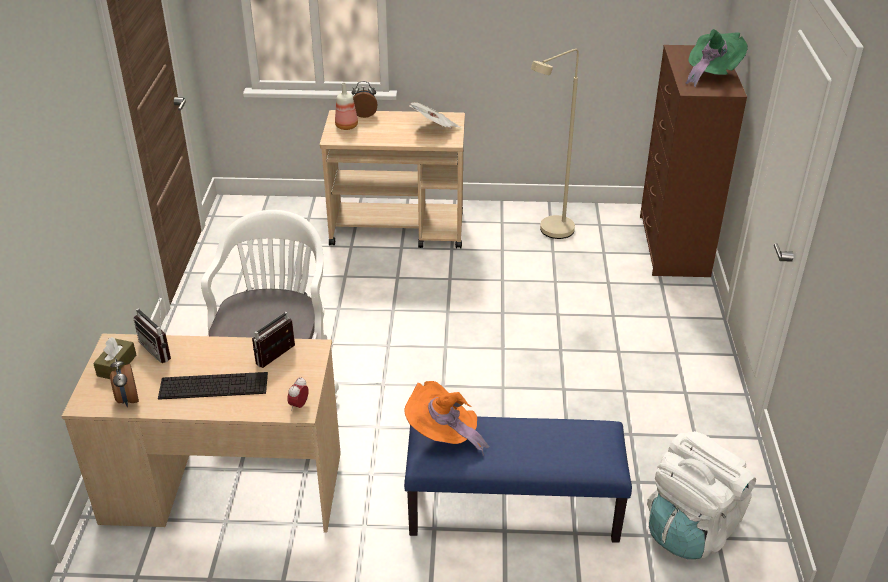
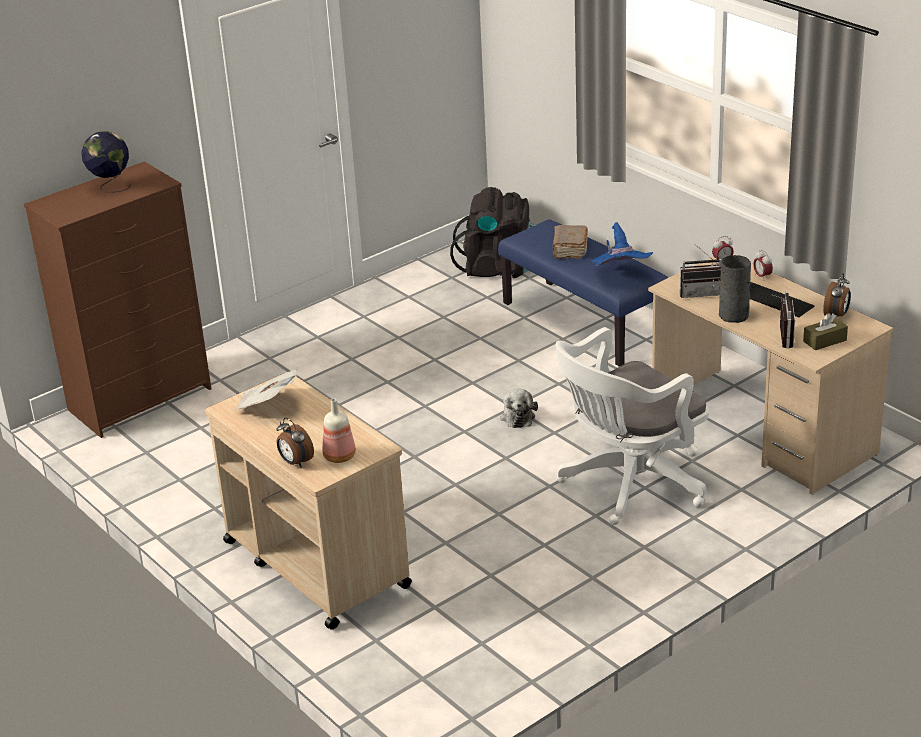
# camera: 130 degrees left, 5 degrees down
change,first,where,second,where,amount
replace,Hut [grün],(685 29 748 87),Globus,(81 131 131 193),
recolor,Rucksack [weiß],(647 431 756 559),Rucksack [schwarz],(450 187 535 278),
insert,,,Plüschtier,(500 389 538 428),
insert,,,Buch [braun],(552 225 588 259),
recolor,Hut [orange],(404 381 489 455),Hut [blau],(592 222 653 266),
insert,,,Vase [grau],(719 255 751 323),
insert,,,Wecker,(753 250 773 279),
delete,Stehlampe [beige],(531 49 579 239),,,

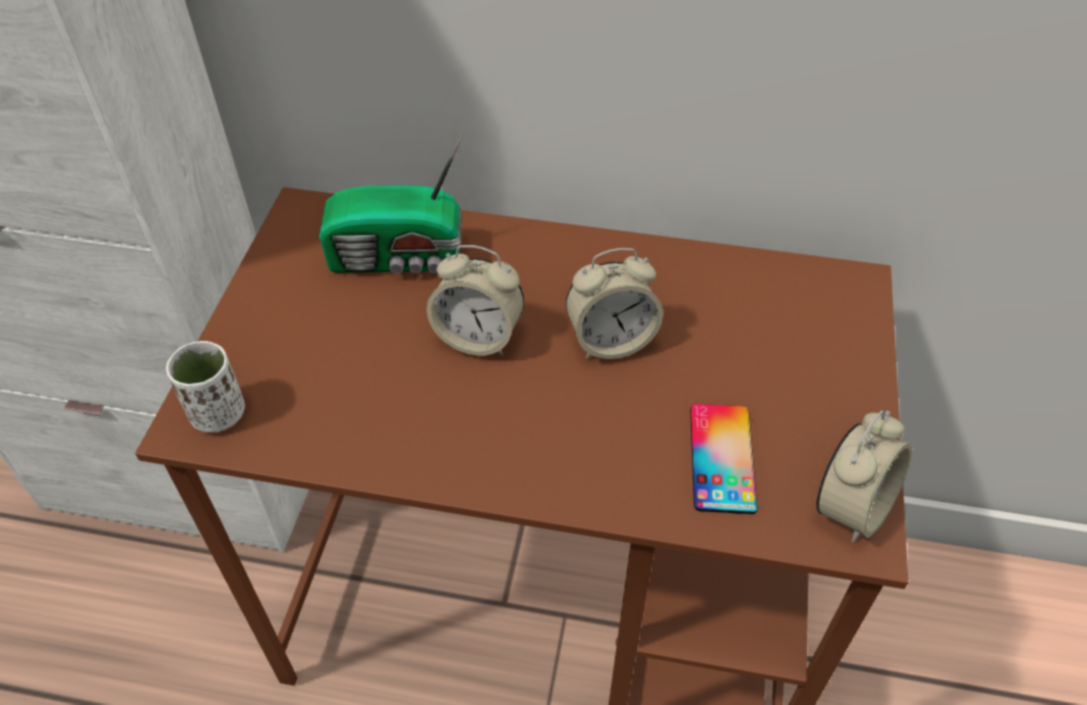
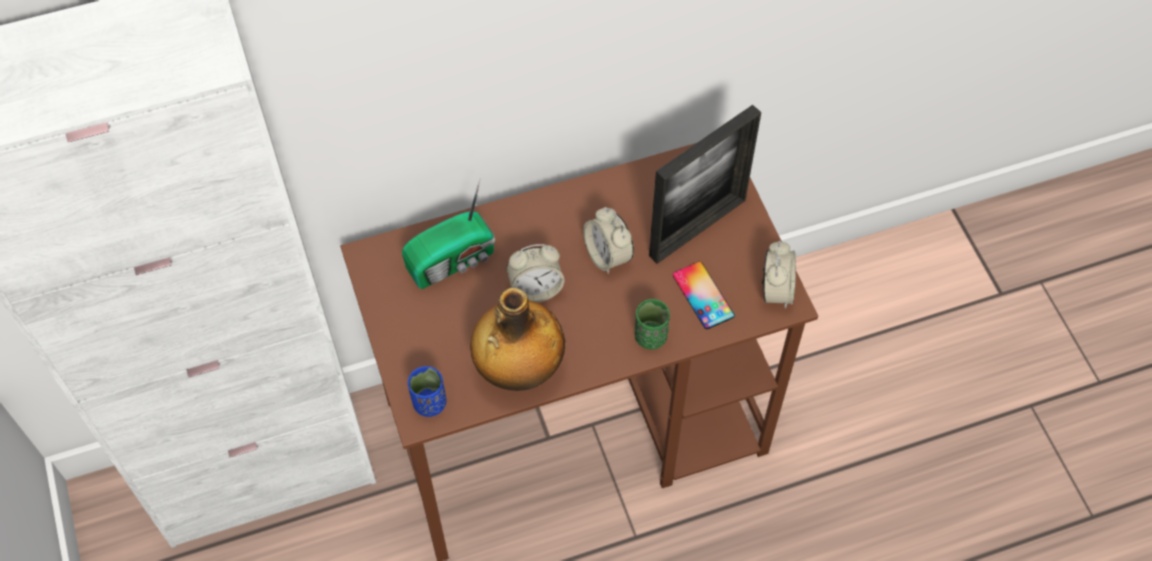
# camera: 30 degrees left, 10 degrees up
change,first,where,second,where,amount
recolor,Tasse [weiß],(166 341 245 433),Tasse [blau],(408 366 446 417),
insert,,,Flasche,(470 288 565 391),
rotate,Wecker,(565 248 663 359),,(583 207 634 274),105 degrees clockwise
insert,,,Tasse [grün],(635 299 670 349),
insert,,,Bilderrahmen,(649 105 761 264),

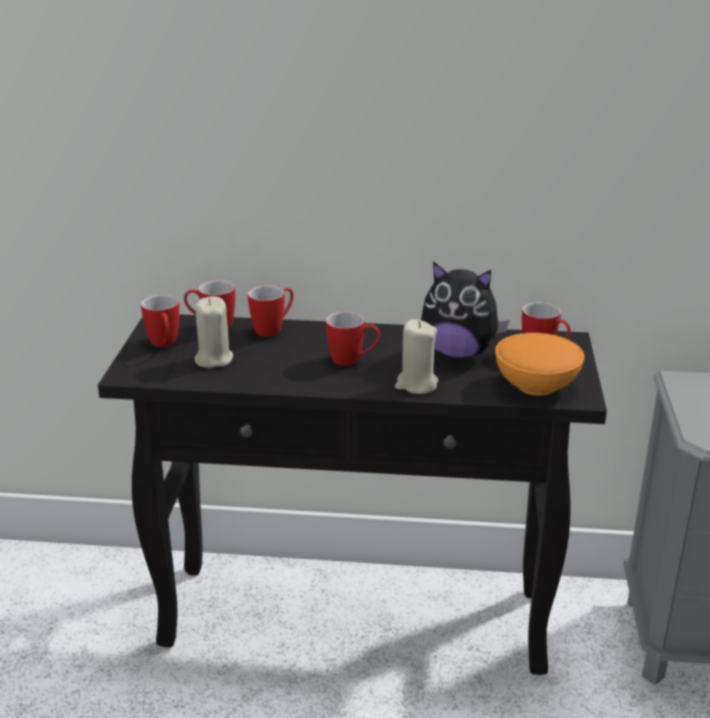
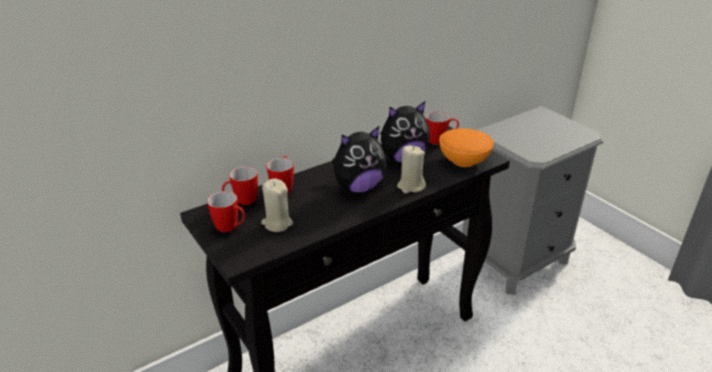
# camera: 40 degrees left, 5 degrees up
change,first,where,second,where,amount
replace,Henkelbecher,(326 311 380 366),Plüschtier,(332 126 386 193),

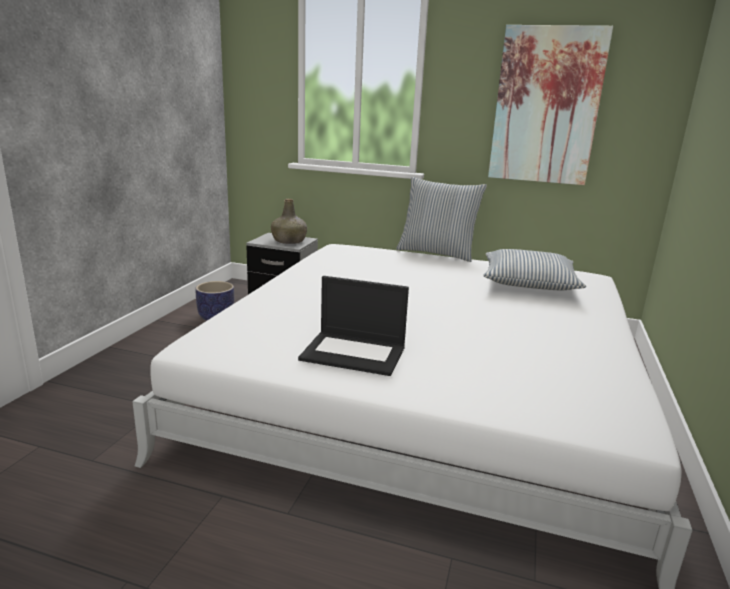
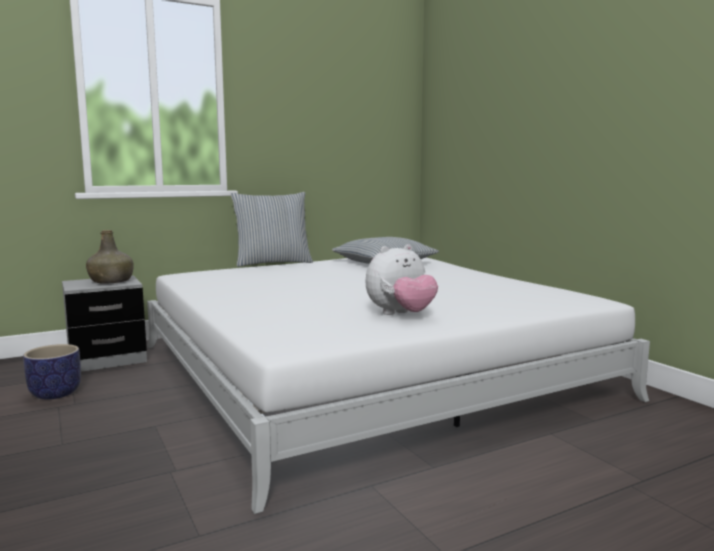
# camera: 45 degrees left, 10 degrees down
change,first,where,second,where,amount
replace,Laptop,(298 276 409 376),Plüschtier,(366 244 438 315),
delete,Bild,(488 25 613 185),,,

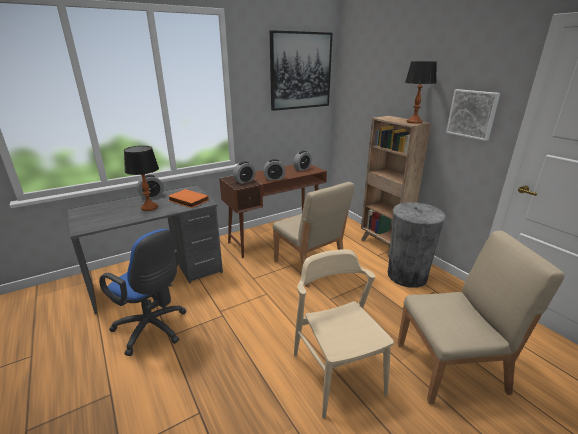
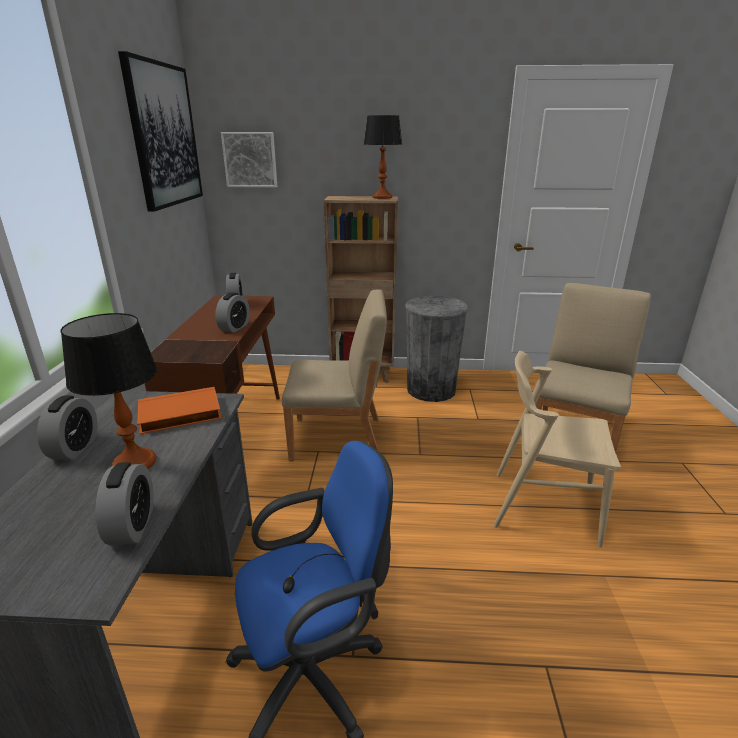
# camera: 55 degrees left, 0 degrees up
change,first,where,second,where,amount
move,Wecker,(233 161 255 184),,(95 462 154 545),
move,Bild,(446 89 500 141),,(221 132 278 187),

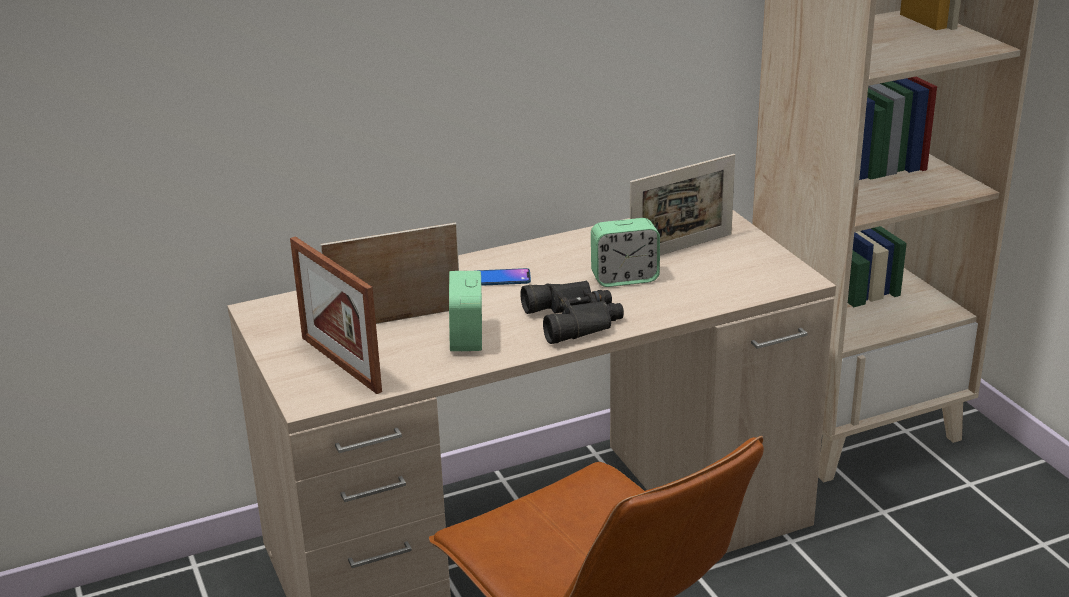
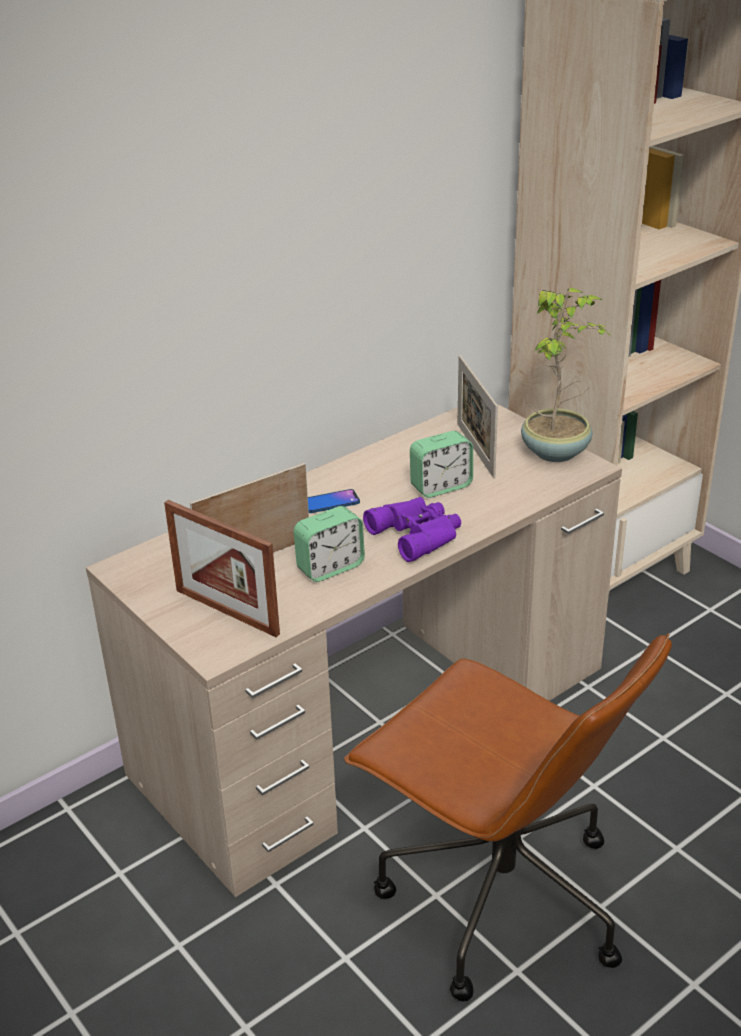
# camera: 15 degrees left, 5 degrees up
change,first,where,second,where,amount
rotate,Wecker,(449 271 482 351),,(293 506 365 582),105 degrees counterclockwise
recolor,Fernglas [schwarz],(520 281 624 344),Fernglas [lila],(363 497 461 562),
rotate,Bilderrahmen,(630 154 735 255),,(458 355 498 478),120 degrees clockwise
insert,,,Topfpflanze,(521 288 612 462),

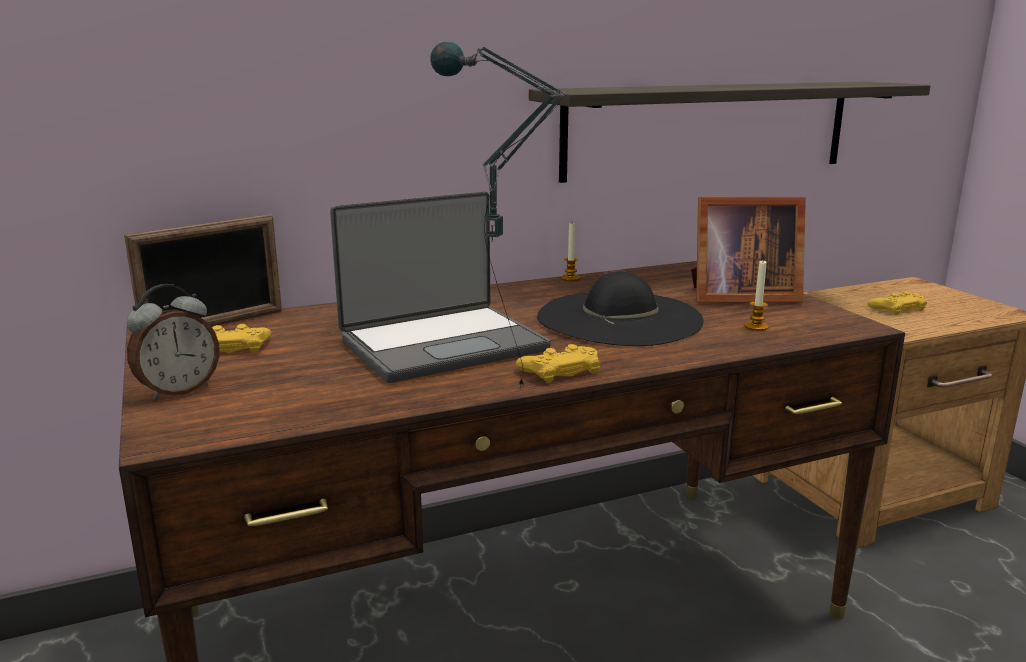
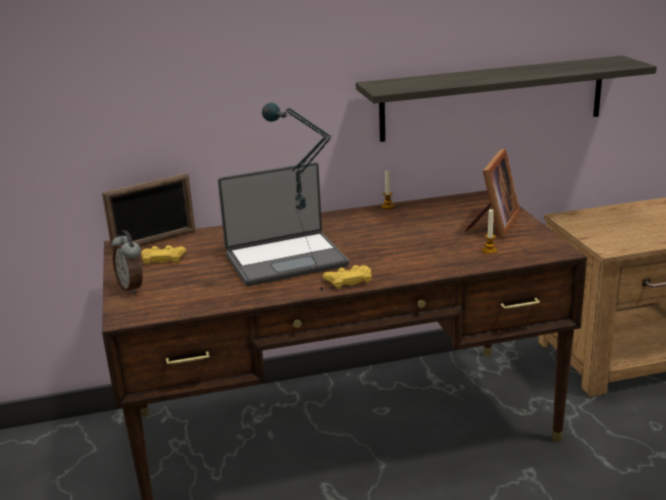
# camera: 10 degrees right, 5 degrees up
change,first,where,second,where,amount
rotate,Wecker,(127 284 219 400),,(112 230 143 294),90 degrees clockwise
rotate,Bilderrahmen,(691 197 806 303),,(465 149 520 238),75 degrees counterclockwise
delete,Hut [schwarz],(537 271 703 346),,,
delete,Gamepad [gelb],(867 291 927 315),,,

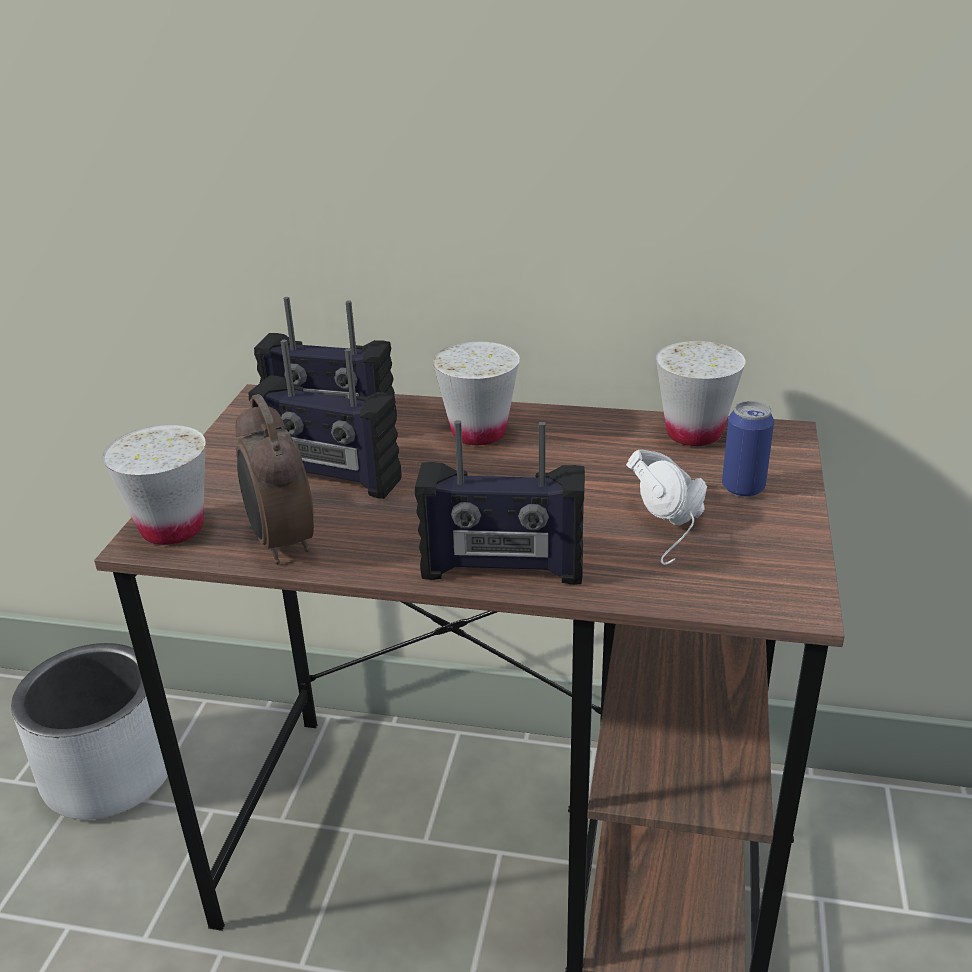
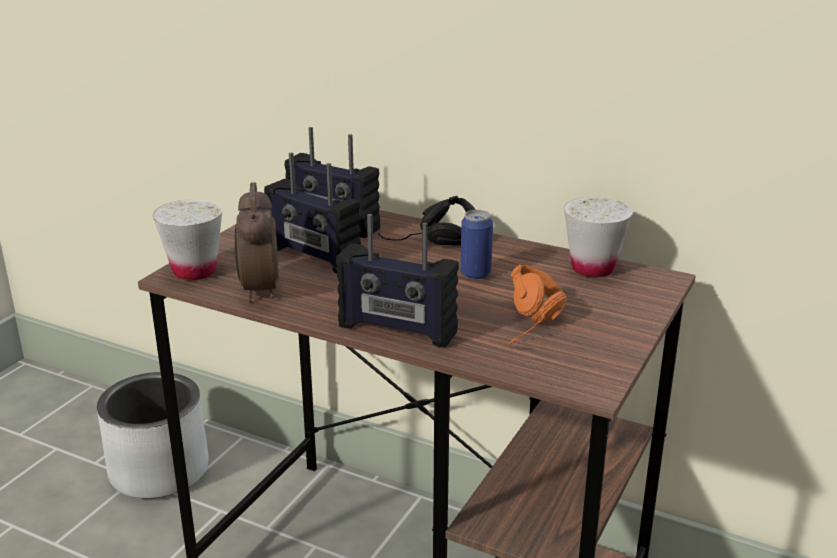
# camera: 15 degrees right, 5 degrees down
change,first,where,second,where,amount
replace,Tasse [weiß],(433 342 520 445),Kopfhörer [schwarz],(378 196 476 246),
move,Dose,(722 401 774 497),,(460 210 493 280),
recolor,Kopfhörer [weiß],(626 449 707 565),Kopfhörer [orange],(508 264 567 344),

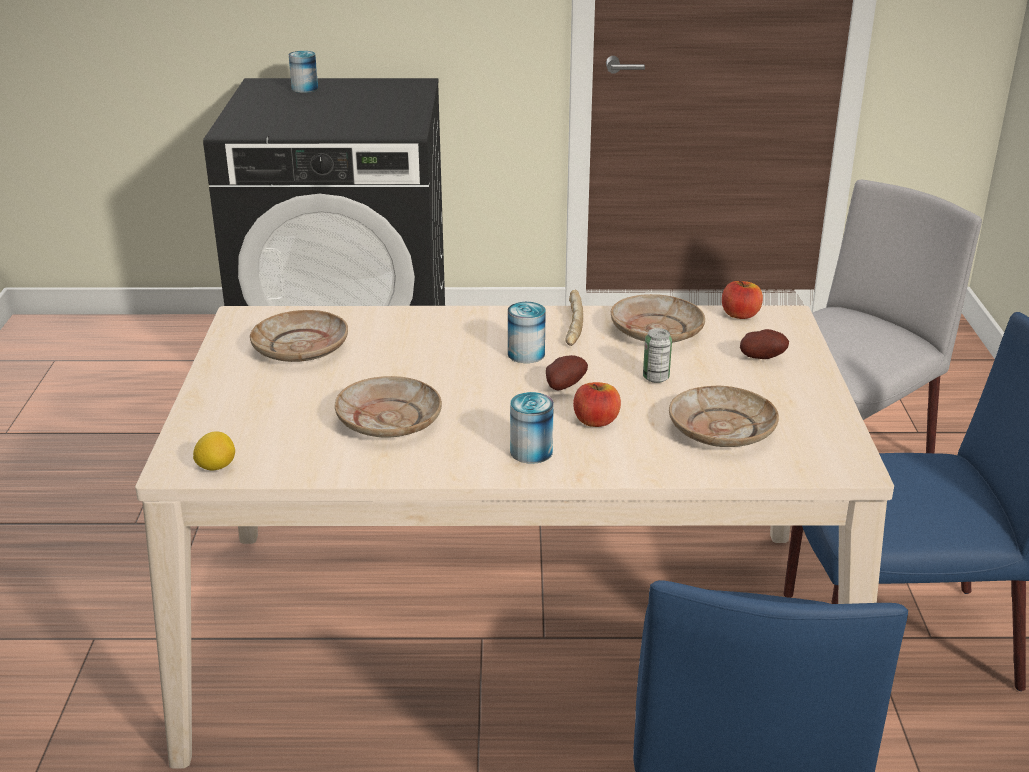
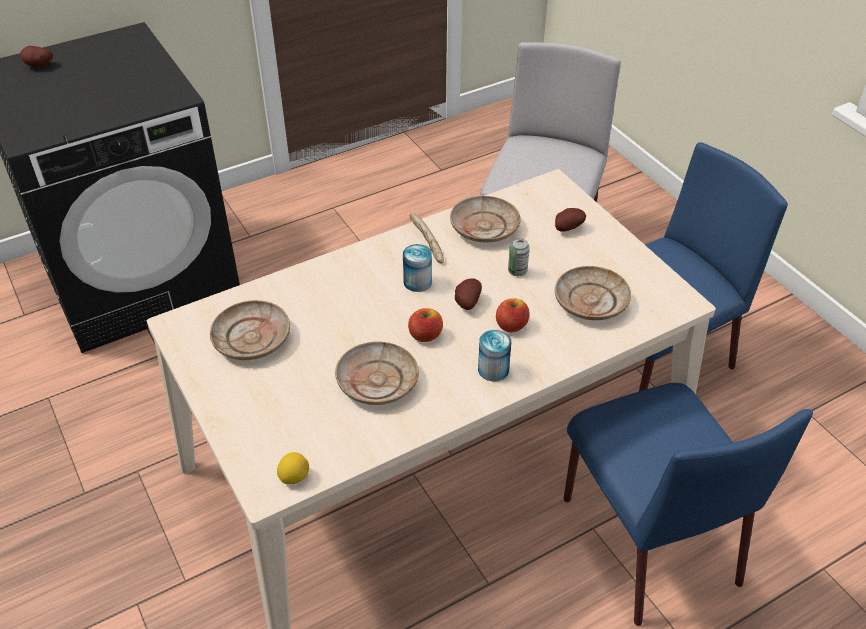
# camera: 30 degrees left, 15 degrees up
change,first,where,second,where,amount
replace,Dose,(289 51 318 93),Kartoffel,(20 46 53 67),
move,Apfel,(722 281 763 319),,(408 308 443 342),

